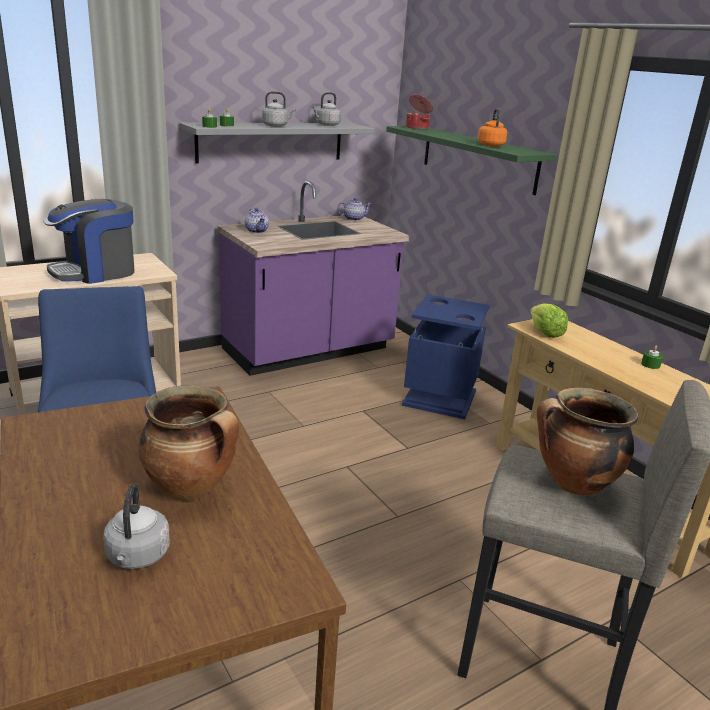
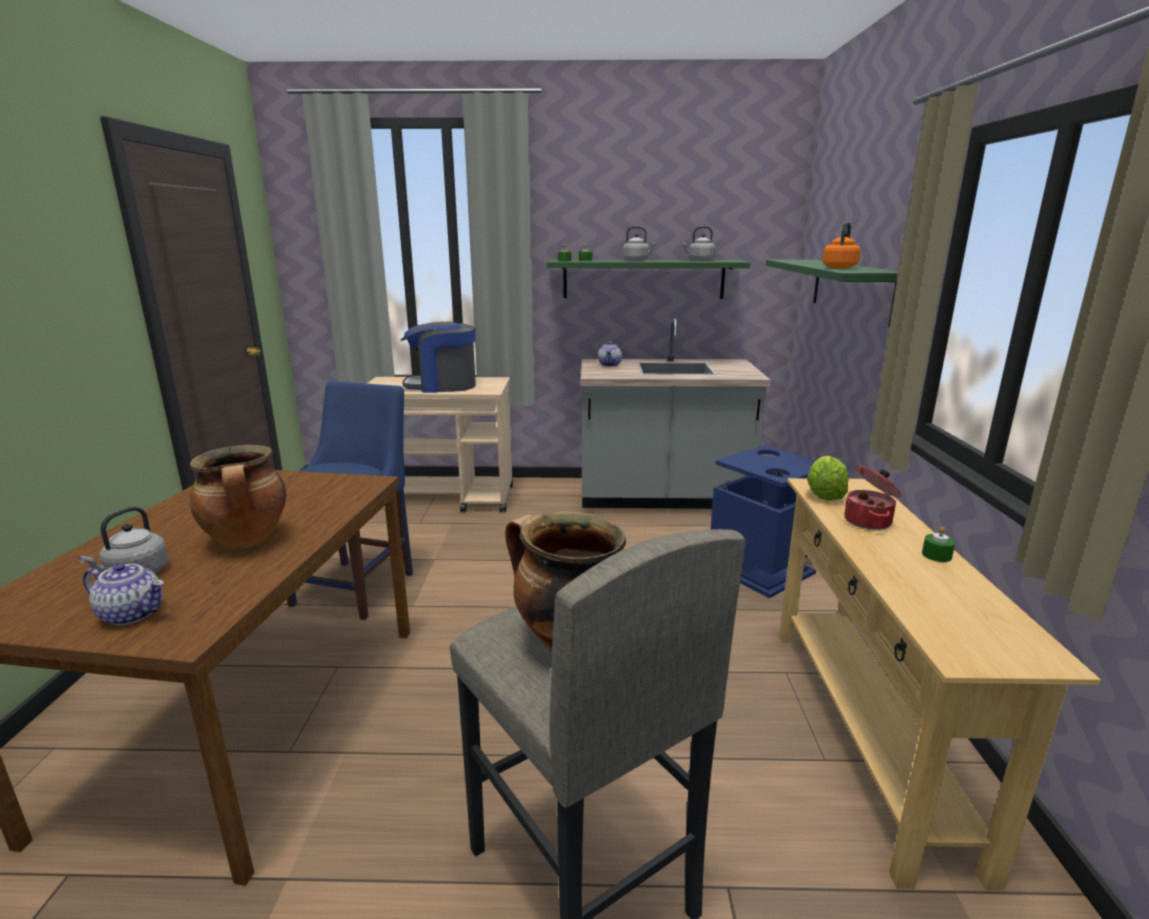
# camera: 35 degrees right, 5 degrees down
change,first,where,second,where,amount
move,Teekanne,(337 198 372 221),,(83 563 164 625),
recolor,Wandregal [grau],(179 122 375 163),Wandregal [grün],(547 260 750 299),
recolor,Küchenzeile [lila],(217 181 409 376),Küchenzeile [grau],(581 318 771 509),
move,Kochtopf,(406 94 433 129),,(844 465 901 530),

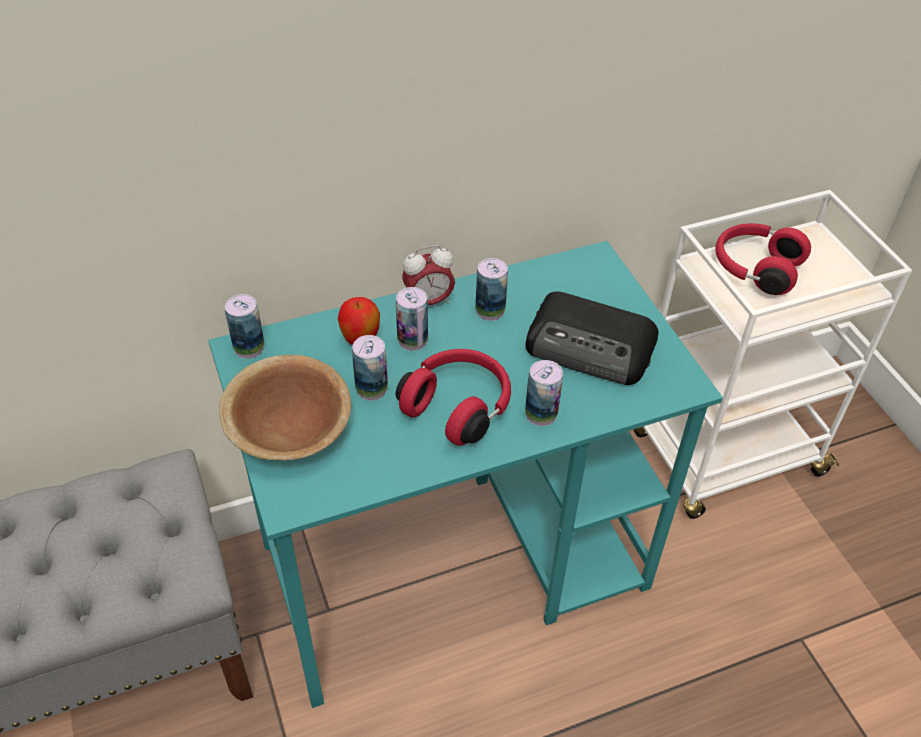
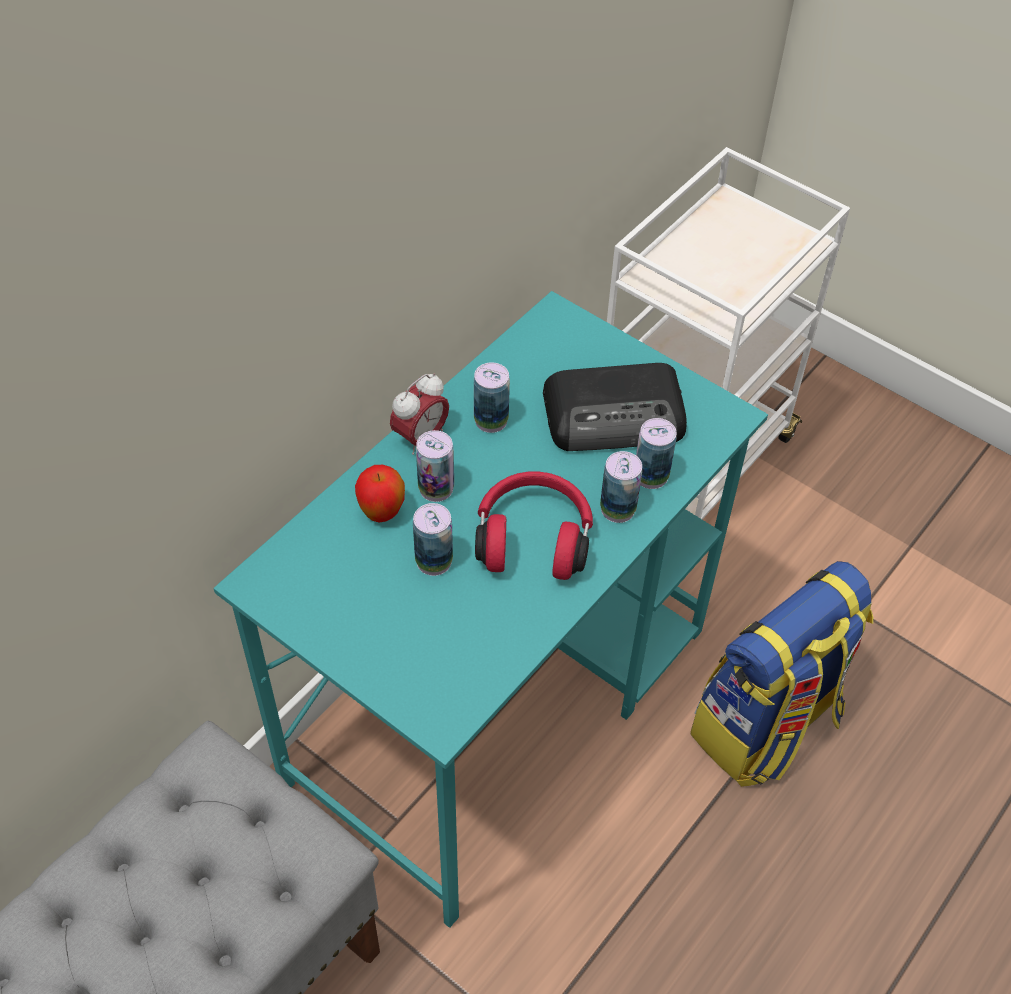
# camera: 30 degrees left, 5 degrees up
change,first,where,second,where,amount
move,Dose,(225 294 264 359),,(636 418 676 489),
insert,,,Rucksack,(690 561 873 787),
delete,Schüssel [braun],(219 355 351 461),,,
delete,Kopfhörer [rot],(715 223 811 295),,,

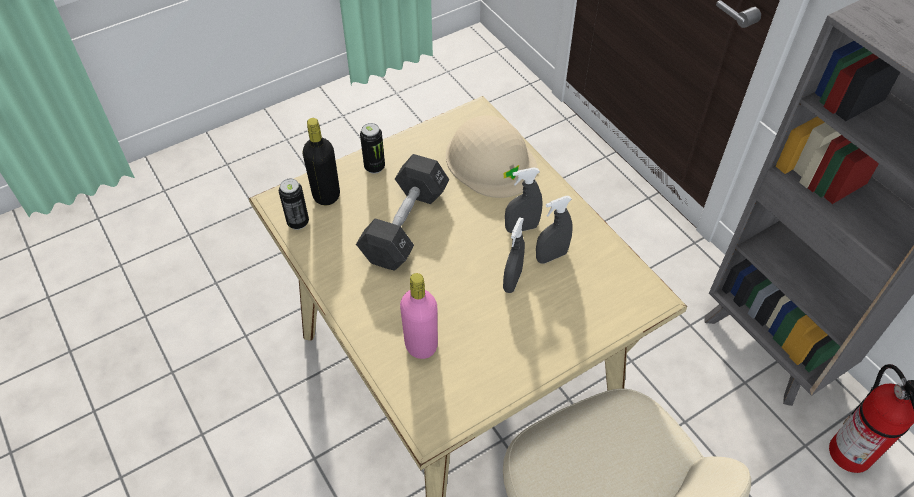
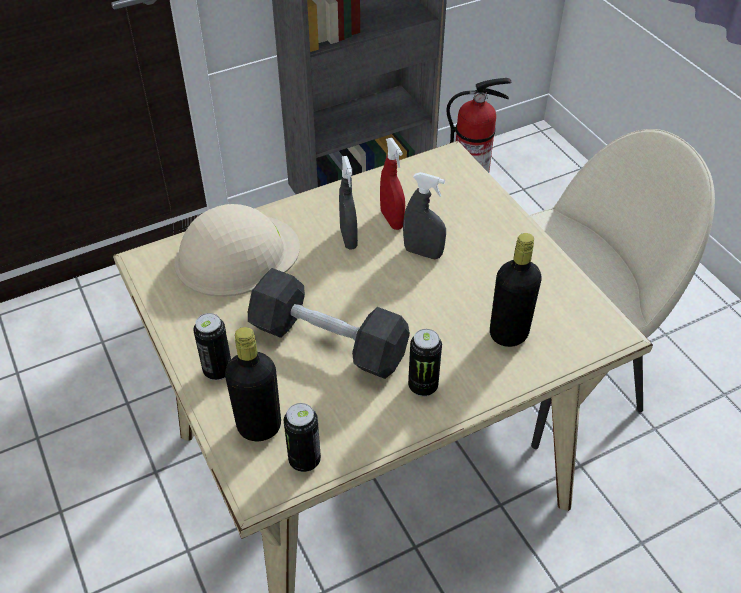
# camera: 85 degrees left, 5 degrees down
change,first,where,second,where,amount
recolor,Sprühflasche [grau],(536 196 573 264),Sprühflasche [rot],(380 138 405 230),
insert,,,Dose,(408 329 442 396),
recolor,Flasche [rosa],(400 273 438 359),Flasche [schwarz],(490 233 542 347),

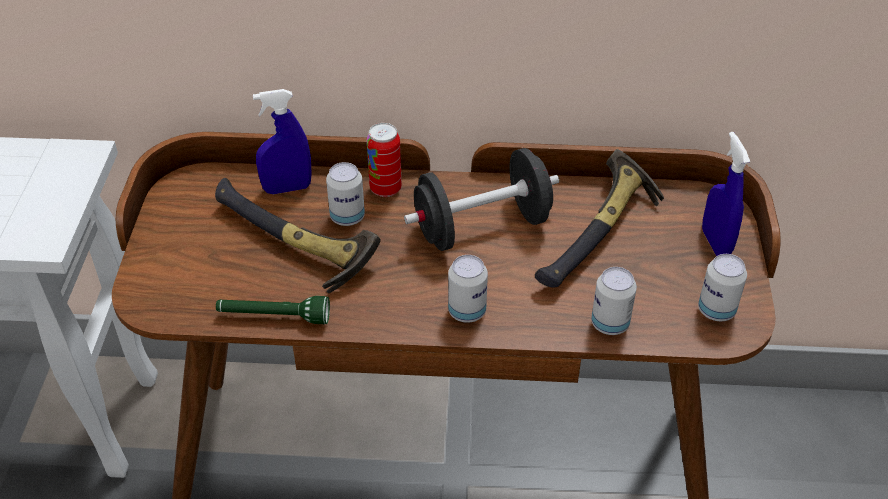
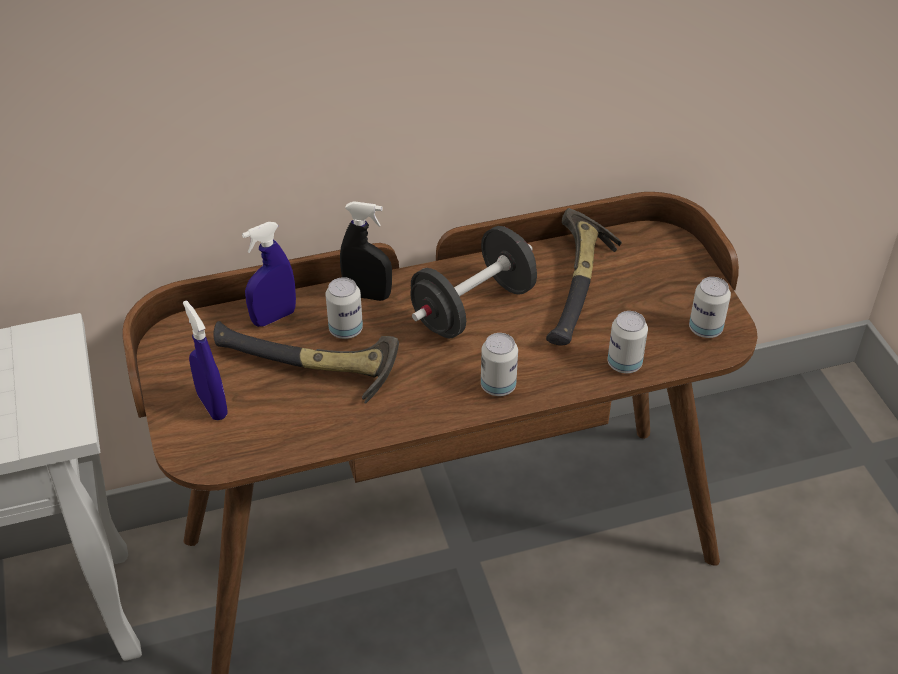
# camera: 20 degrees left, 0 degrees up
change,first,where,second,where,amount
move,Sprühflasche [blau],(702 132 750 256),,(183 301 228 420),
replace,Dose,(367 123 402 197),Sprühflasche [schwarz],(340 201 392 301),
delete,Taschenlampe [grün],(216 296 330 324),,,

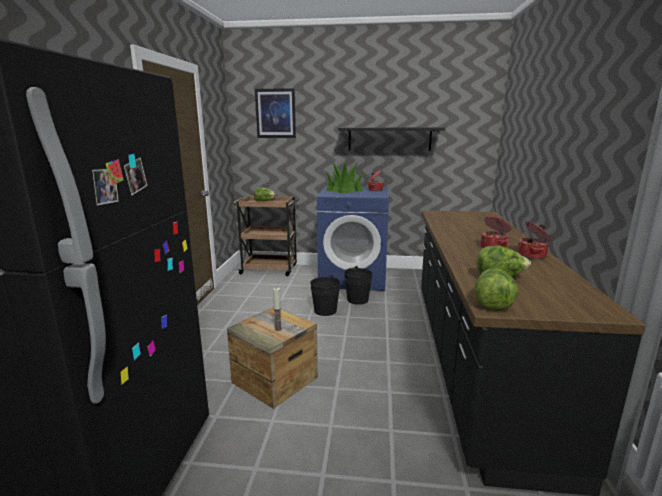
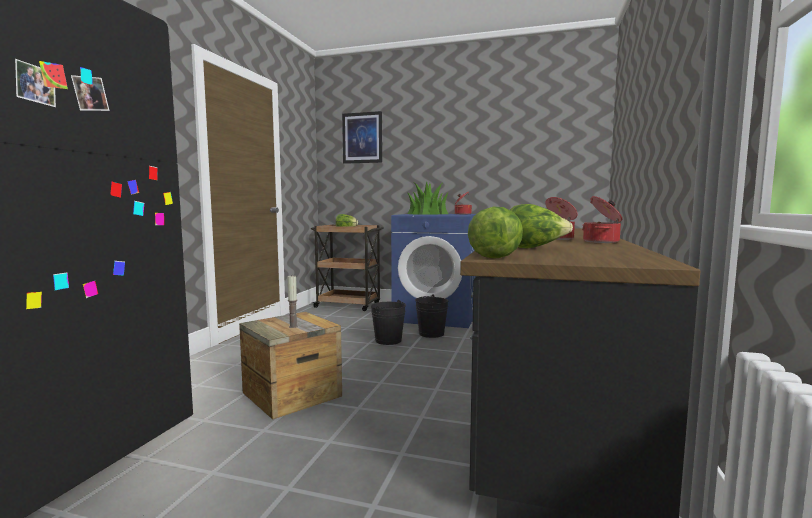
# camera: 10 degrees right, 10 degrees down
change,first,where,second,where,amount
delete,Wandregal [schwarz],(338 127 445 151),,,

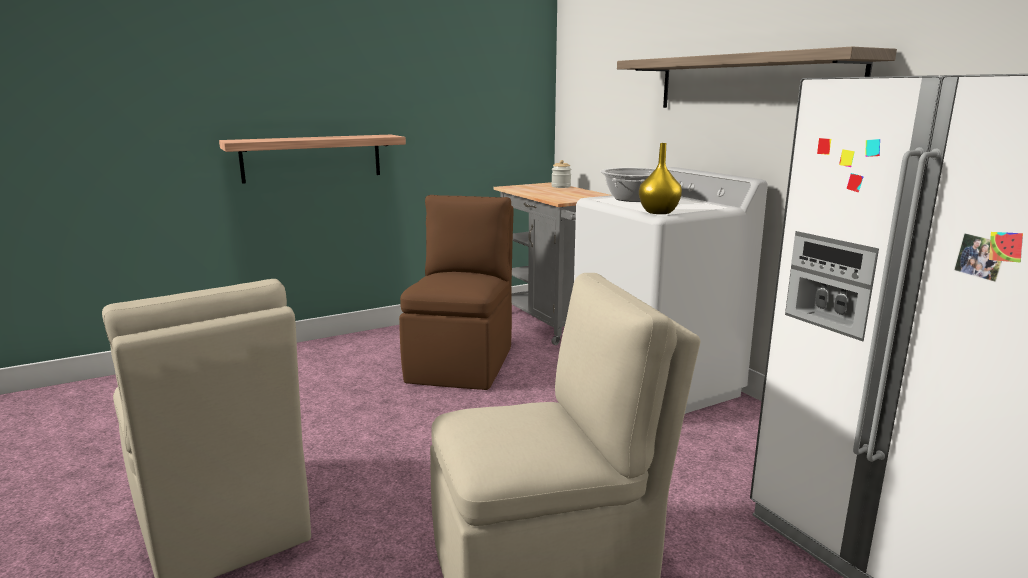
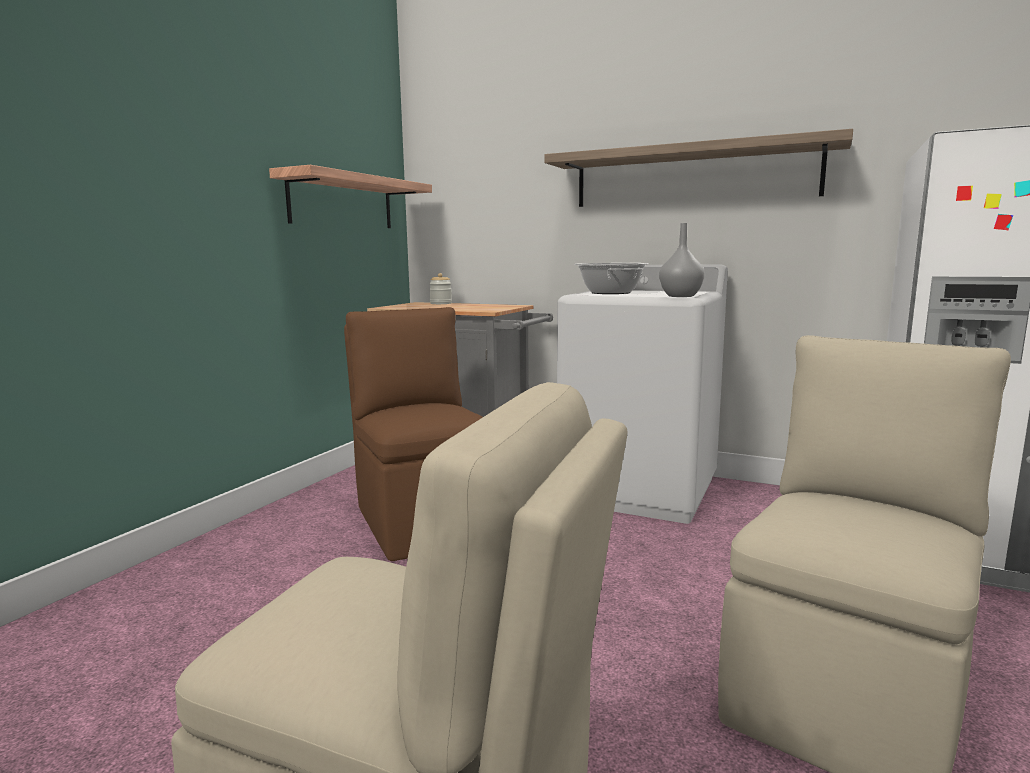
# camera: 35 degrees left, 5 degrees down
change,first,where,second,where,amount
move,Wandregal,(219 135 406 184),,(269 165 432 228),
recolor,Vase [gelb],(639 143 682 214),Vase [grau],(659 223 705 297),

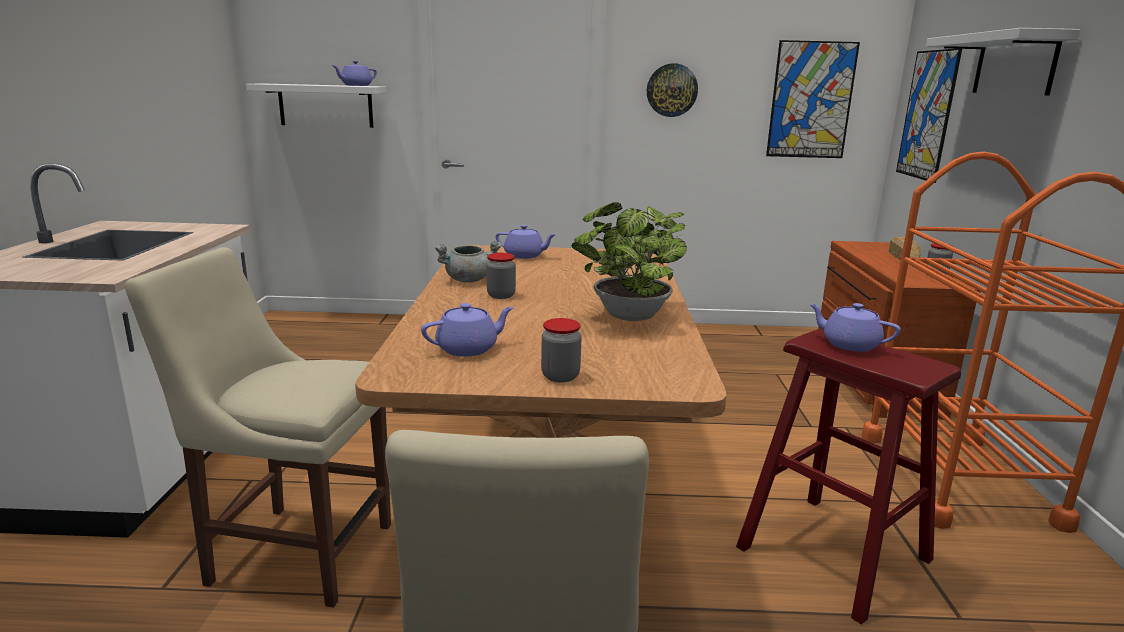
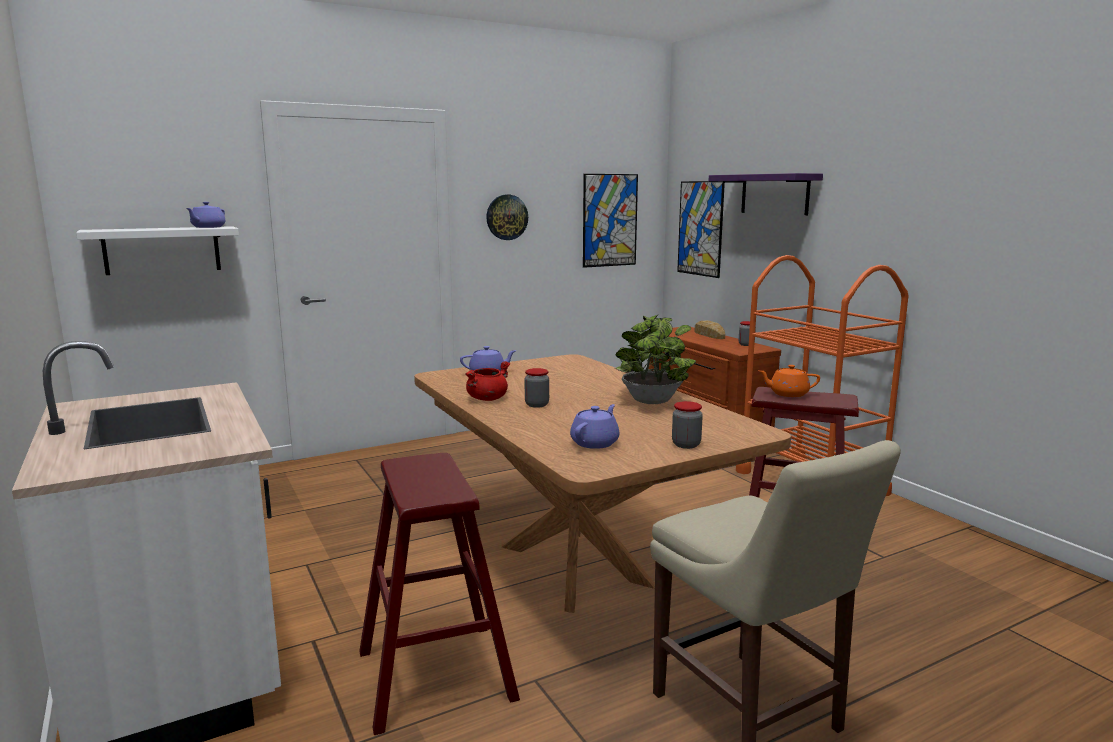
# camera: 30 degrees left, 5 degrees down
change,first,where,second,where,amount
replace,Stuhl [beige],(125 247 391 607),Hocker [rot],(359 453 520 735),
recolor,Kochtopf [grau],(435 241 502 283),Kochtopf [rot],(465 361 510 401),
recolor,Wandregal [weiß],(926 28 1080 96),Wandregal [lila],(709 173 823 215),
recolor,Teekanne [lila],(809 303 901 352),Teekanne [orange],(758 365 820 397),

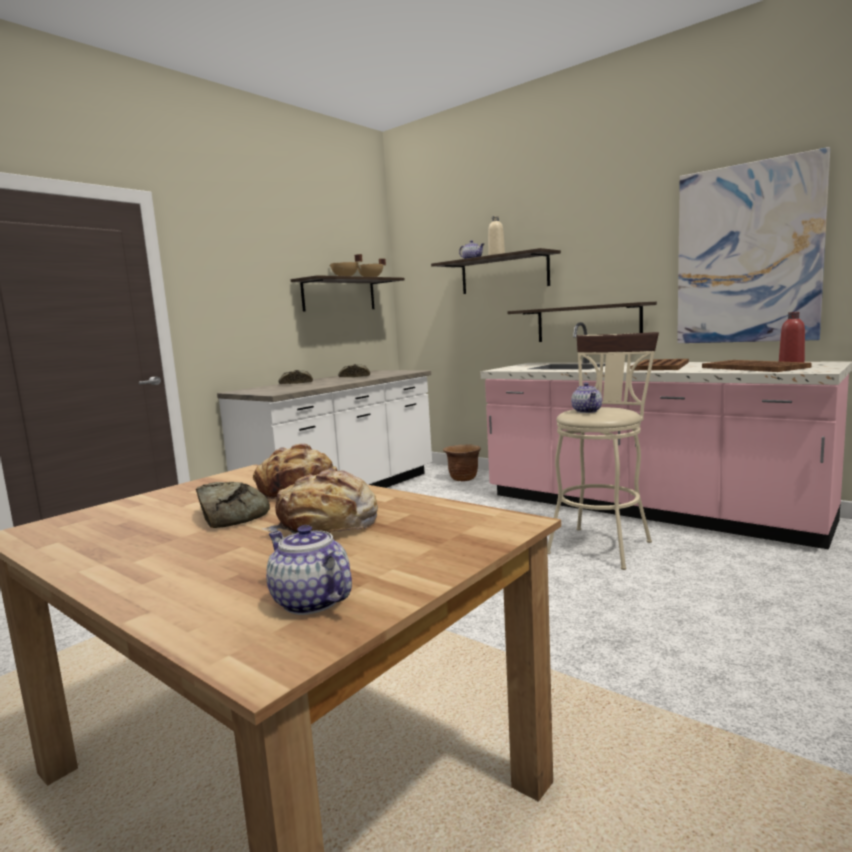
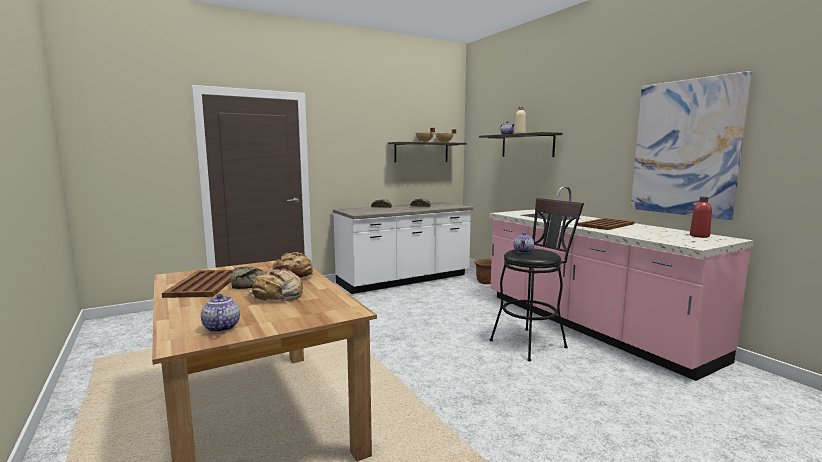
# camera: 20 degrees right, 0 degrees up
change,first,where,second,where,amount
move,Tablett [braun],(702 360 812 372),,(162 270 233 298),
recolor,Hocker [beige],(547 332 659 570),Hocker [schwarz],(490 198 584 361),
delete,Wandregal,(508 302 657 342),,,

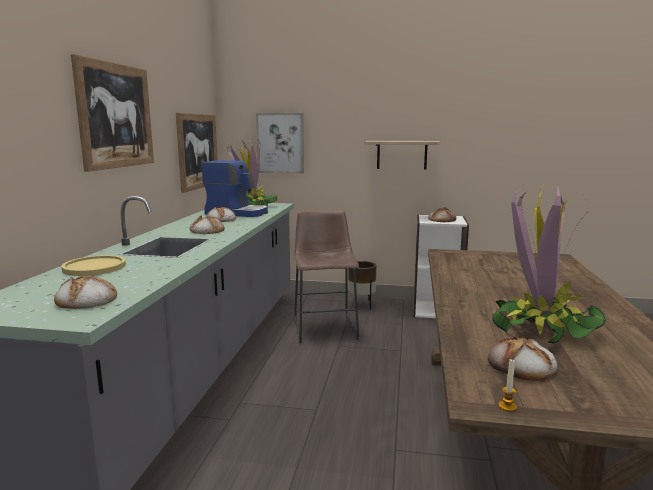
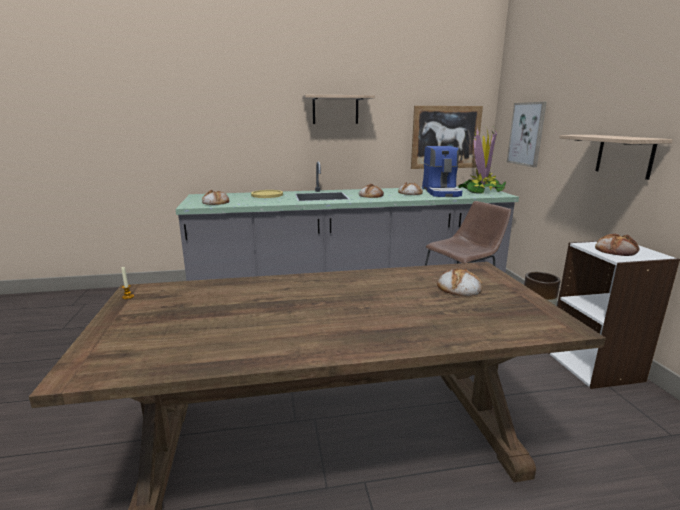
# camera: 70 degrees right, 5 degrees up
change,first,where,second,where,amount
replace,Bild,(71 54 154 172),Wandregal,(302 95 375 124),
move,Brot,(488 336 558 381),,(437 268 482 296),
delete,Topfpflanze,(492 185 606 343),,,

